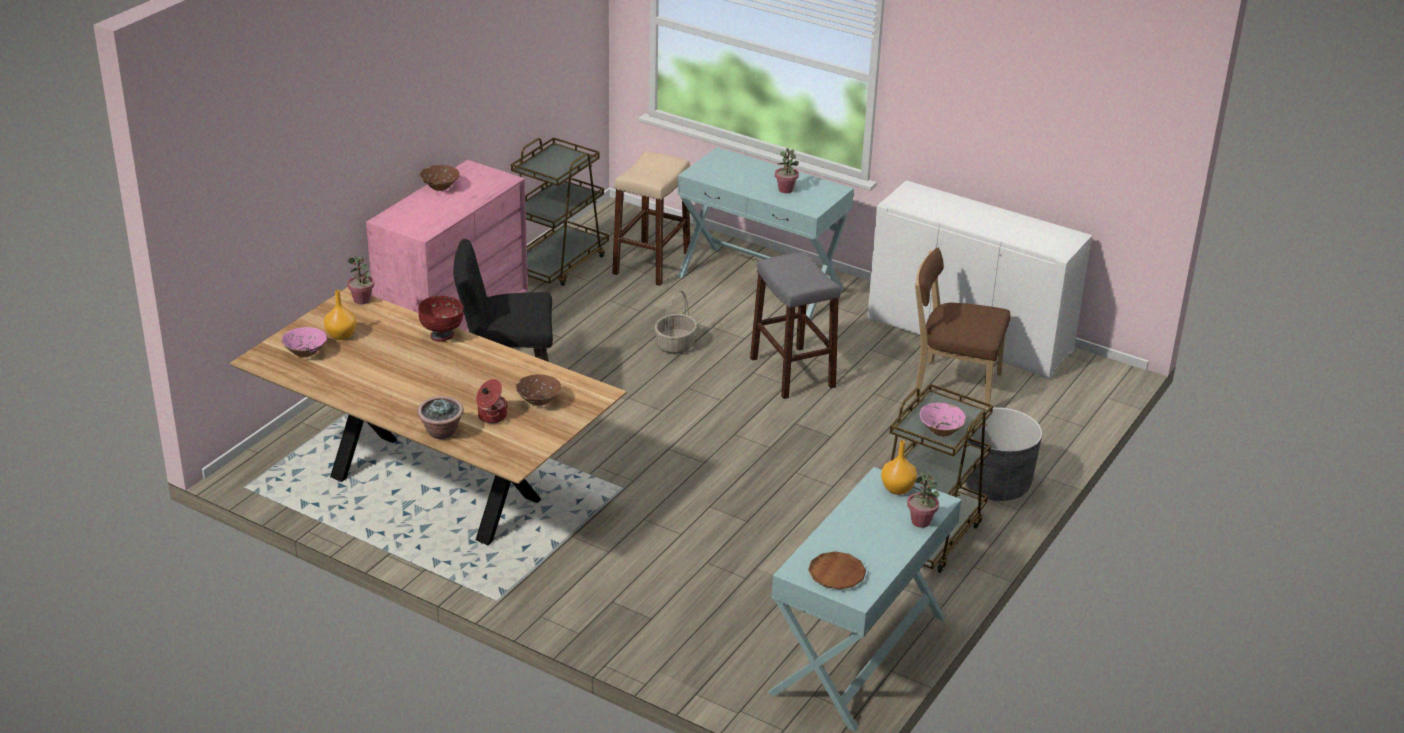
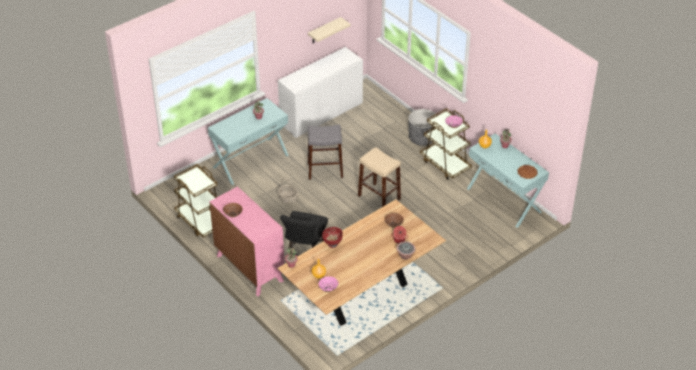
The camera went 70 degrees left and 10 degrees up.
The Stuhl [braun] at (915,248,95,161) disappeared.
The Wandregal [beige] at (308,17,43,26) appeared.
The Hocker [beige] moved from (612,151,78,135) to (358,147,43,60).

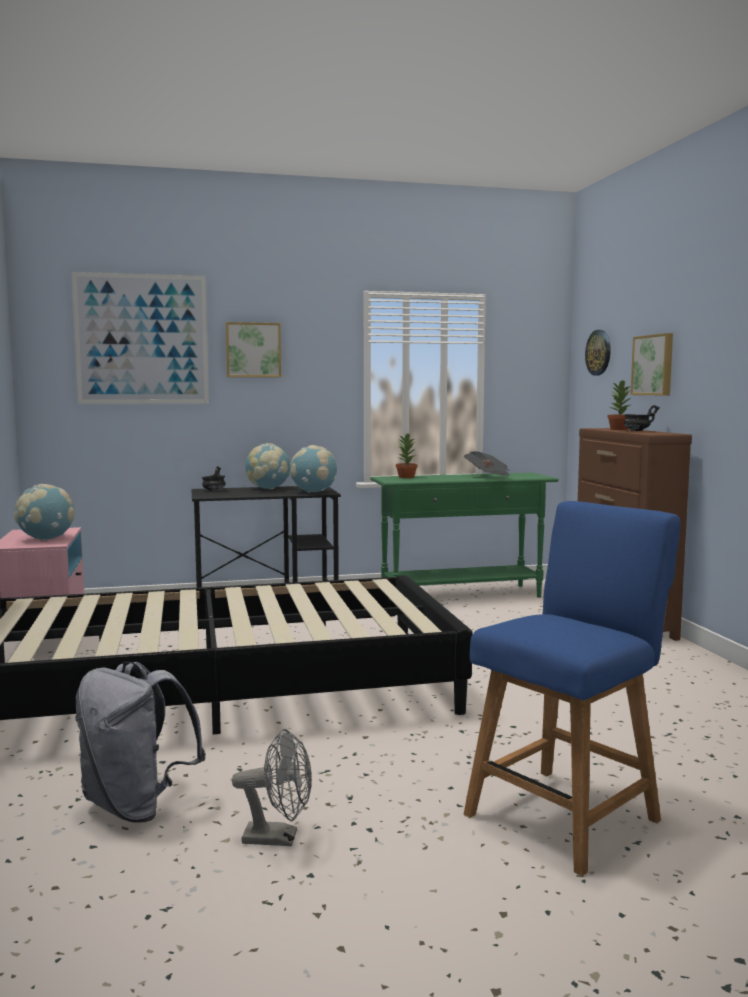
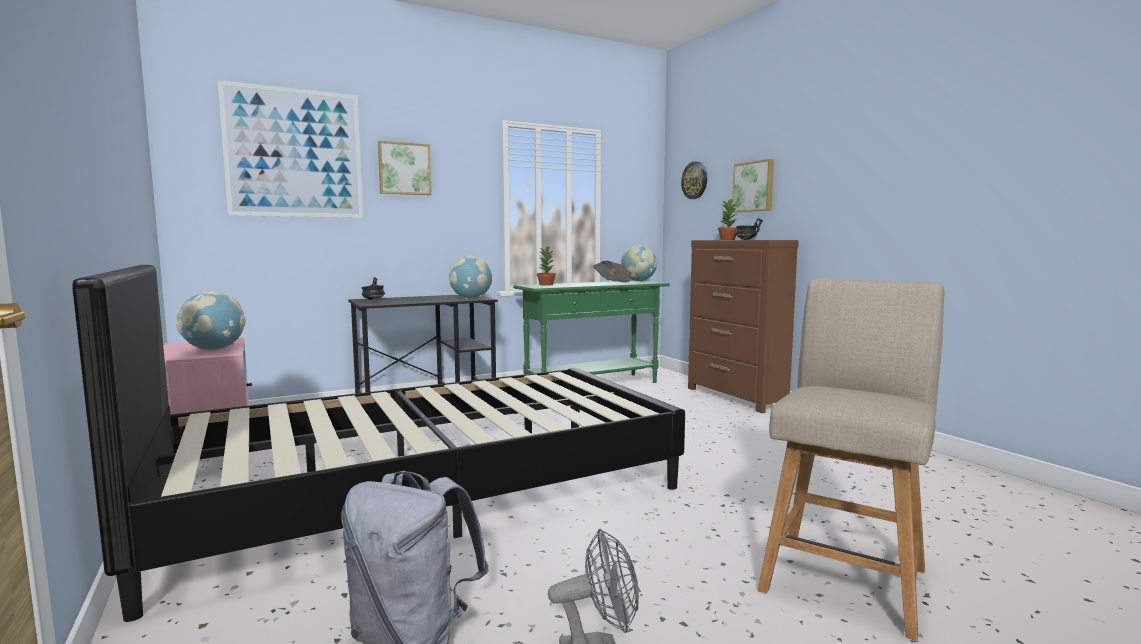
The camera went 15 degrees left and 0 degrees up.
The Globus moved from (245,443,45,46) to (621,245,36,36).
The Stuhl [blau] at (464,501,217,375) became the Stuhl [beige] at (758,279,187,362).

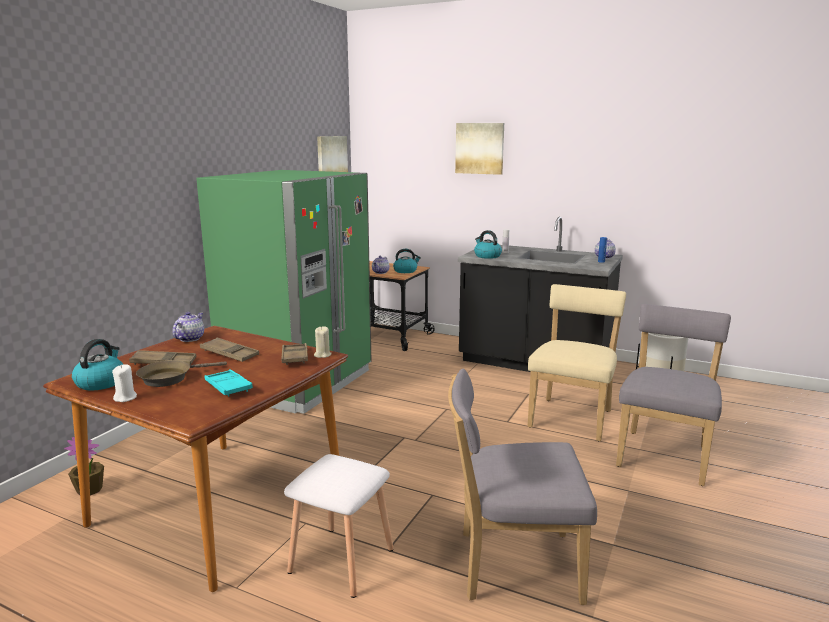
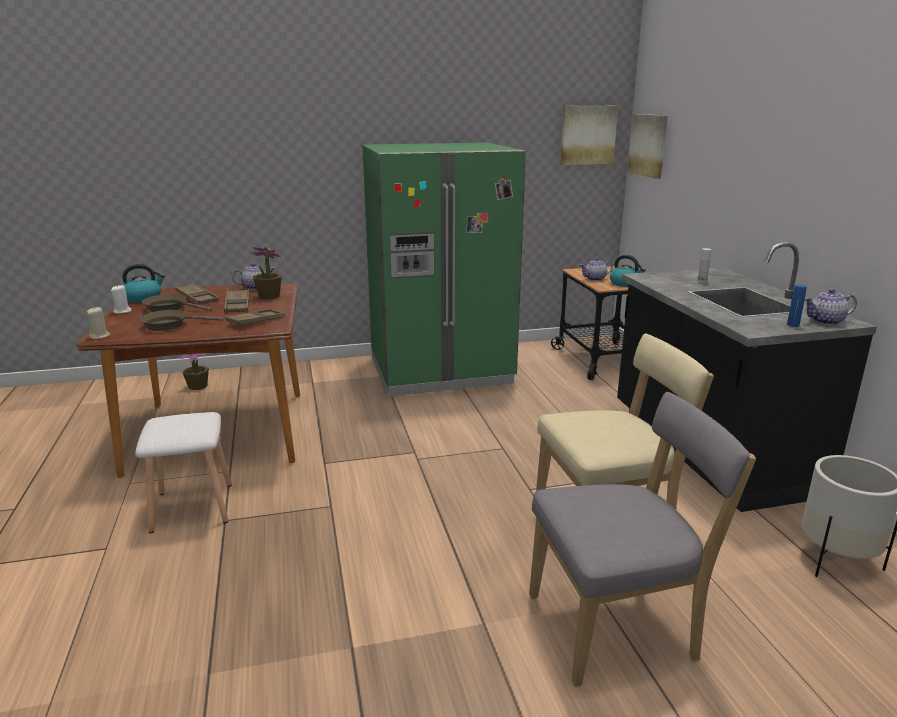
The camera went 50 degrees right and 5 degrees up.
The Stuhl [grau] at (448,369,149,236) disappeared.
The Wasserkessel at (474,230,28,29) disappeared.
The Topfpflanze at (251,247,31,53) appeared.
The Kerze [beige] moved from (314,326,17,32) to (87,307,23,32).
The Bild moved from (455,123,49,52) to (627,114,41,65).
The Tablett [türkis] at (205,369,48,27) was replaced by the Pfanne [braun] at (139,310,84,21).

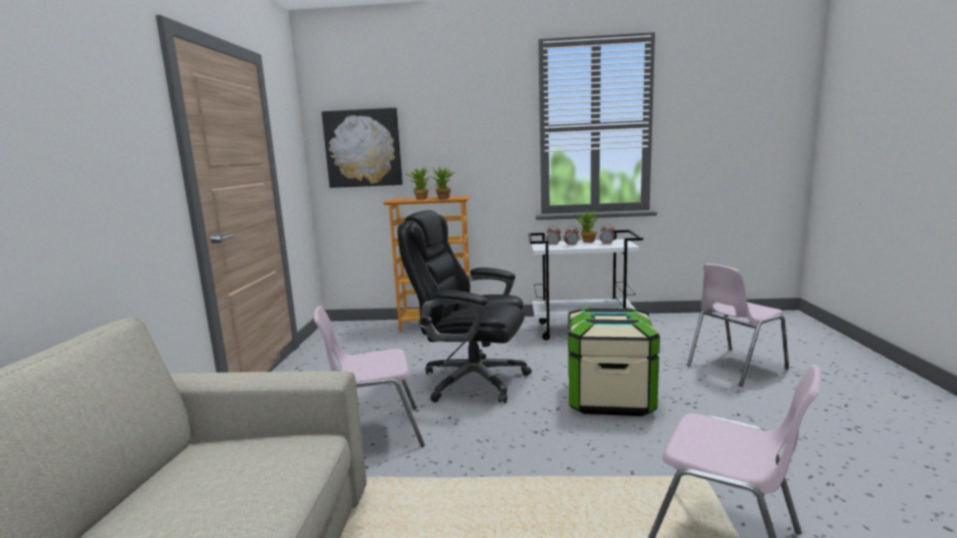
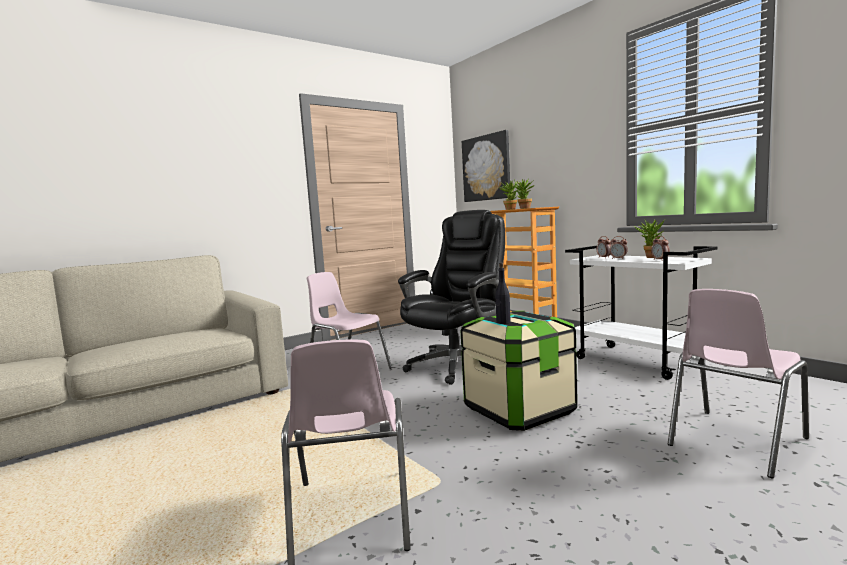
The camera went 50 degrees right and 5 degrees down.
The Flasche [schwarz] at (495,263,16,61) appeared.
The Bürostuhl [schwarz] at (397,210,135,193) turned 60 degrees clockwise.
The Stuhl [rosa] at (687,264,102,123) turned 60 degrees counterclockwise.

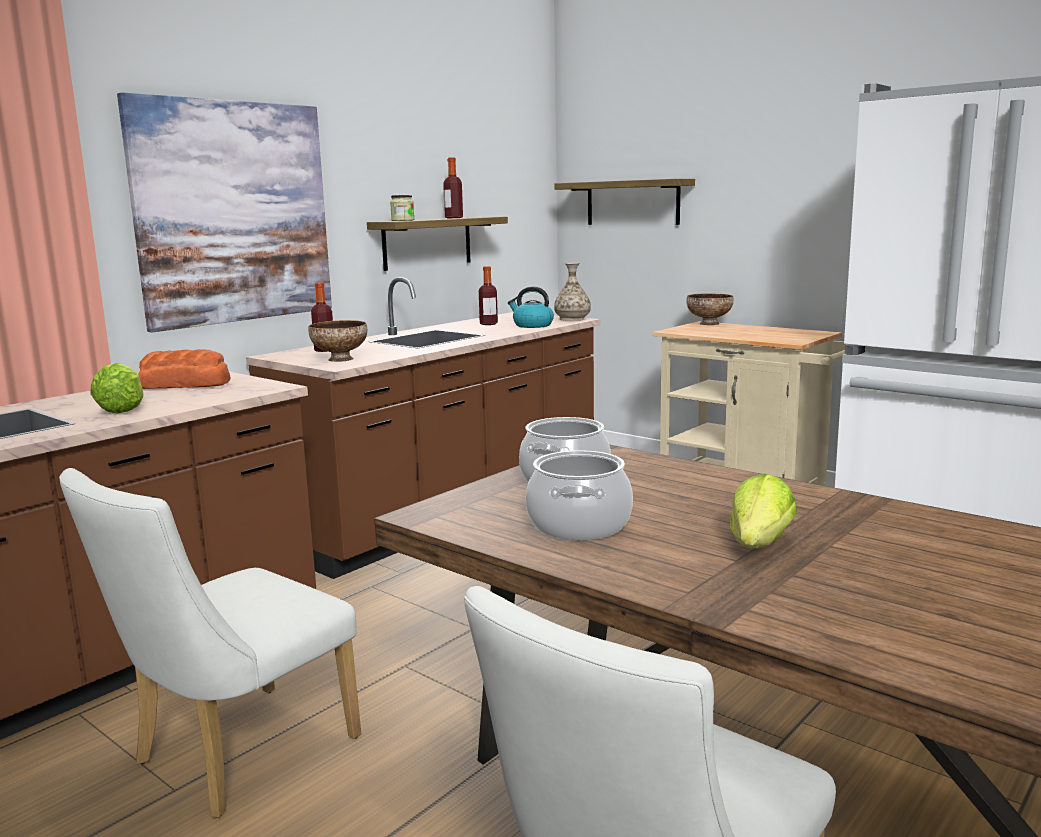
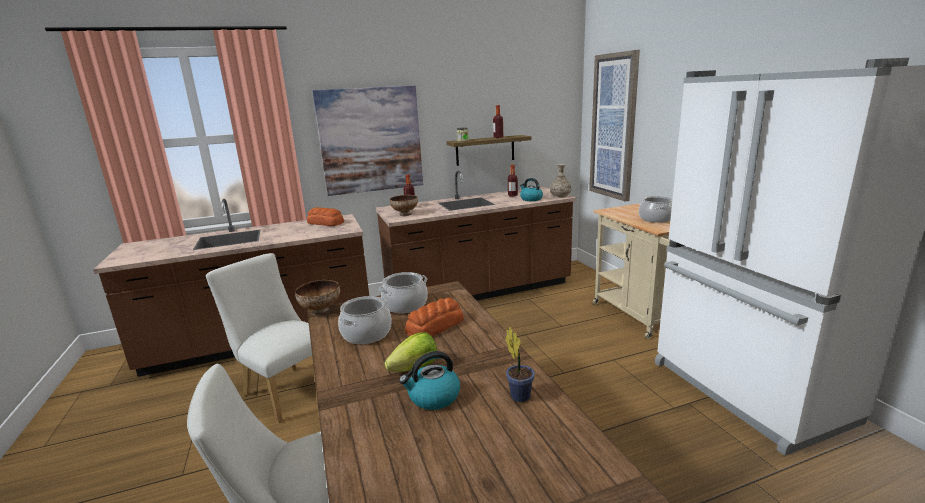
The camera went 30 degrees right and 5 degrees up.
The Salatkopf at (90,363,54,50) disappeared.
The Wasserkessel at (399,351,61,59) appeared.
The Brot at (405,298,59,39) appeared.
The Topfpflanze at (505,327,30,75) appeared.
The Kochtopf at (639,196,34,27) appeared.
The Schüssel moved from (686,293,47,32) to (295,280,45,36).
The Wandregal at (555,179,140,46) was replaced by the Bild at (589,50,51,152).
The Stuhl [weiß] at (59,468,302,350) turned 60 degrees clockwise.

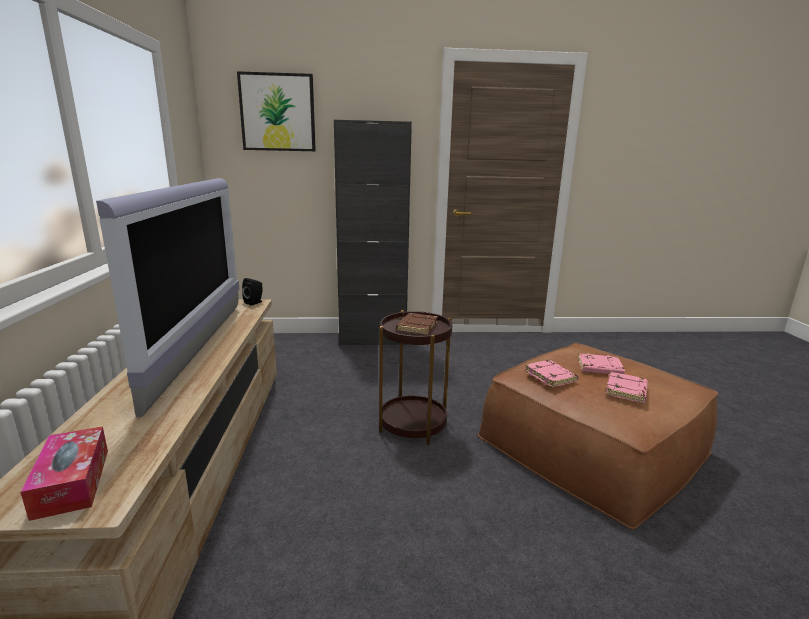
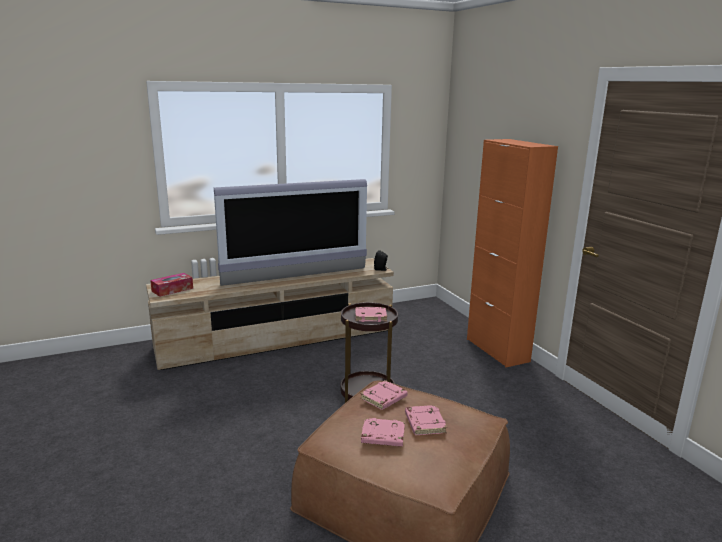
The camera went 70 degrees right and 0 degrees up.
The Bild at (237,71,79,80) disappeared.
The Schrank [schwarz] at (334,120,78,226) became the Schrank [orange] at (467,139,91,228).
The Buch [braun] at (396,313,42,22) became the Buch [rosa] at (355,307,32,15).

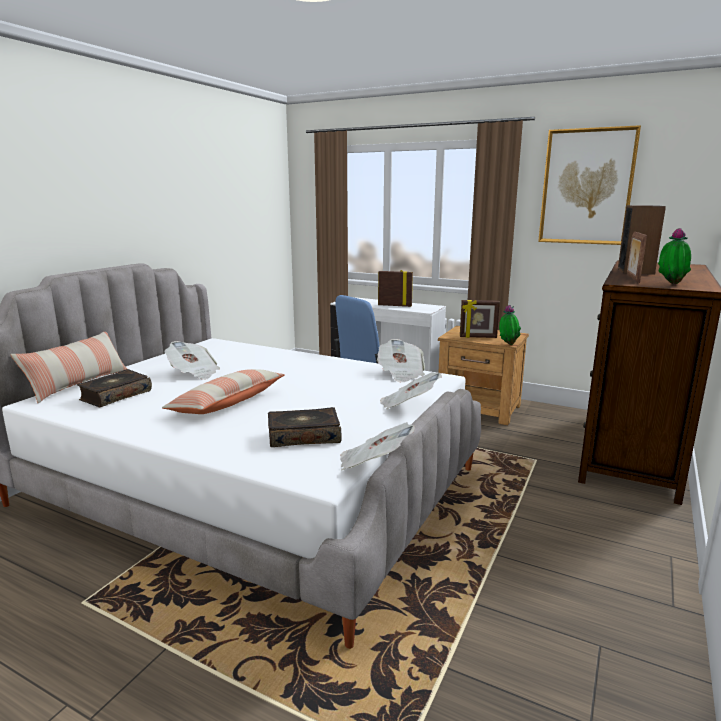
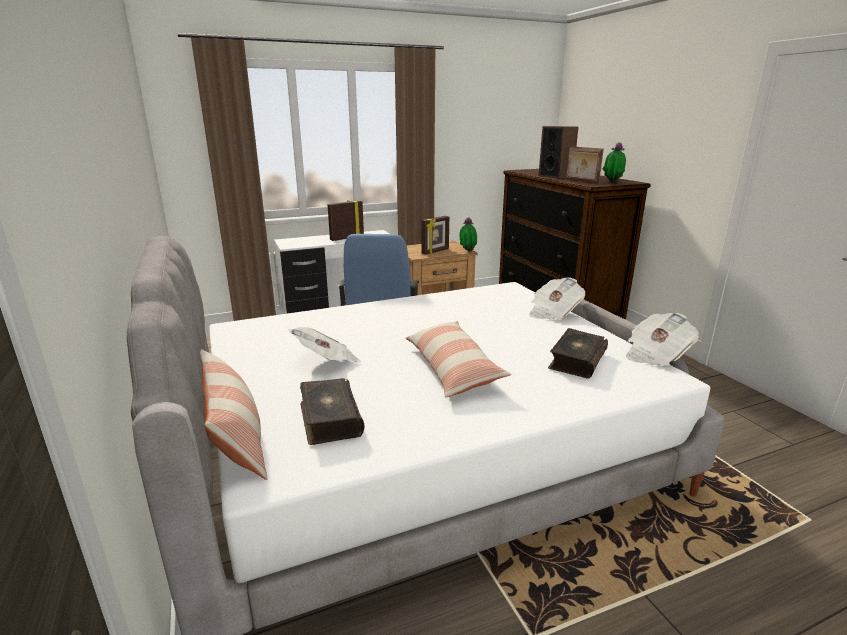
The camera went 50 degrees left and 5 degrees up.
The Zeitung at (377,339,48,43) disappeared.
The Bild at (538,125,103,120) disappeared.

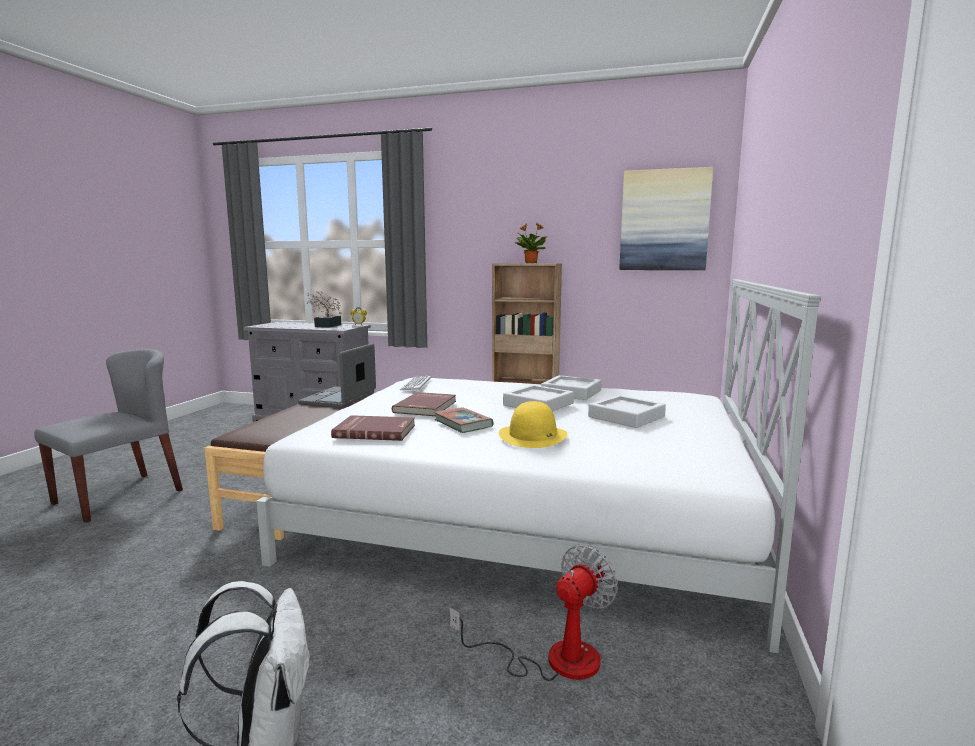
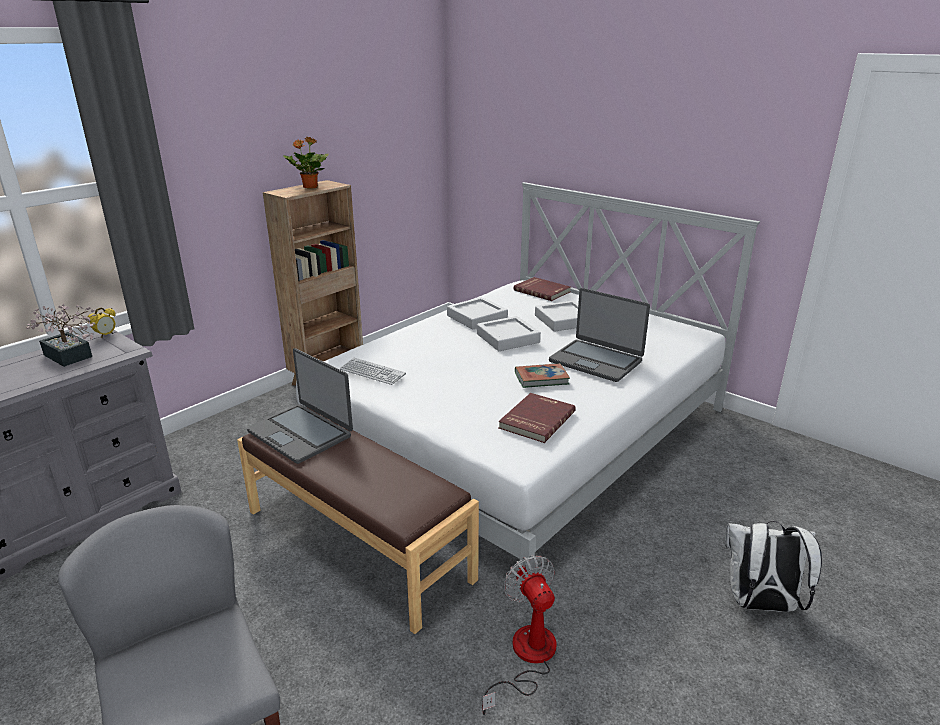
The camera went 65 degrees left and 15 degrees up.
The Bild at (619,167,94,103) disappeared.
The Buch [rot] moved from (392,392,64,24) to (514,277,57,24).
The Ventilator moved from (450,545,168,136) to (482,555,75,160).
The Hut [gelb] at (499,401,68,47) was replaced by the Laptop at (549,288,101,94).

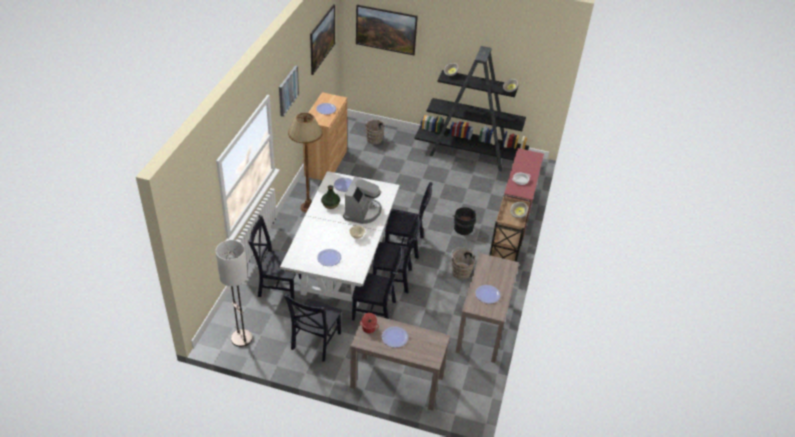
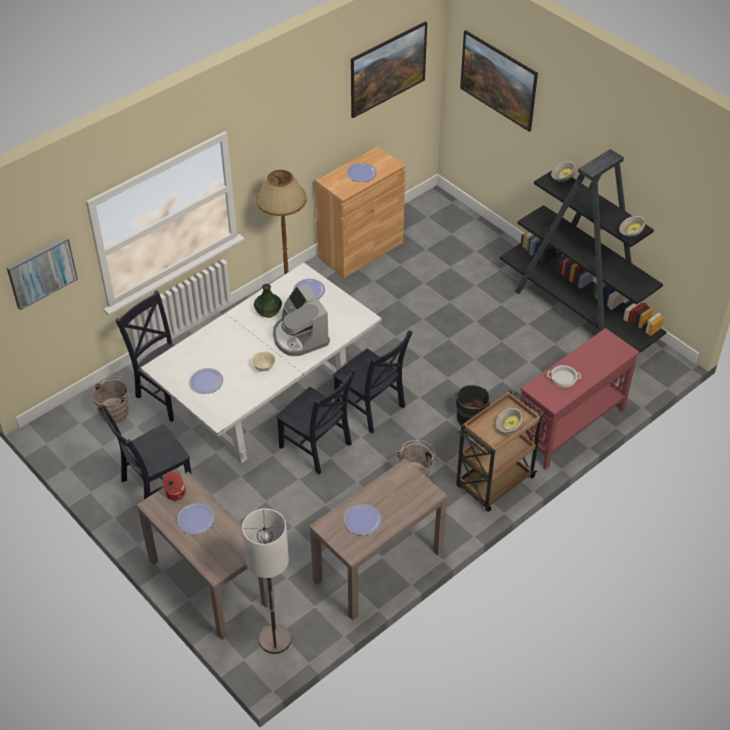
The camera went 35 degrees right and 5 degrees up.
The Stuhl [schwarz] at (352,246,52,74) disappeared.
The Stehlampe moved from (215,240,38,107) to (242,508,50,146).
The Bild moved from (279,66,20,51) to (7,237,71,73).
The Eimer [braun] moved from (365,118,20,27) to (92,376,39,47).
The Kaffeemaschine at (343,176,39,48) turned 105 degrees clockwise.

